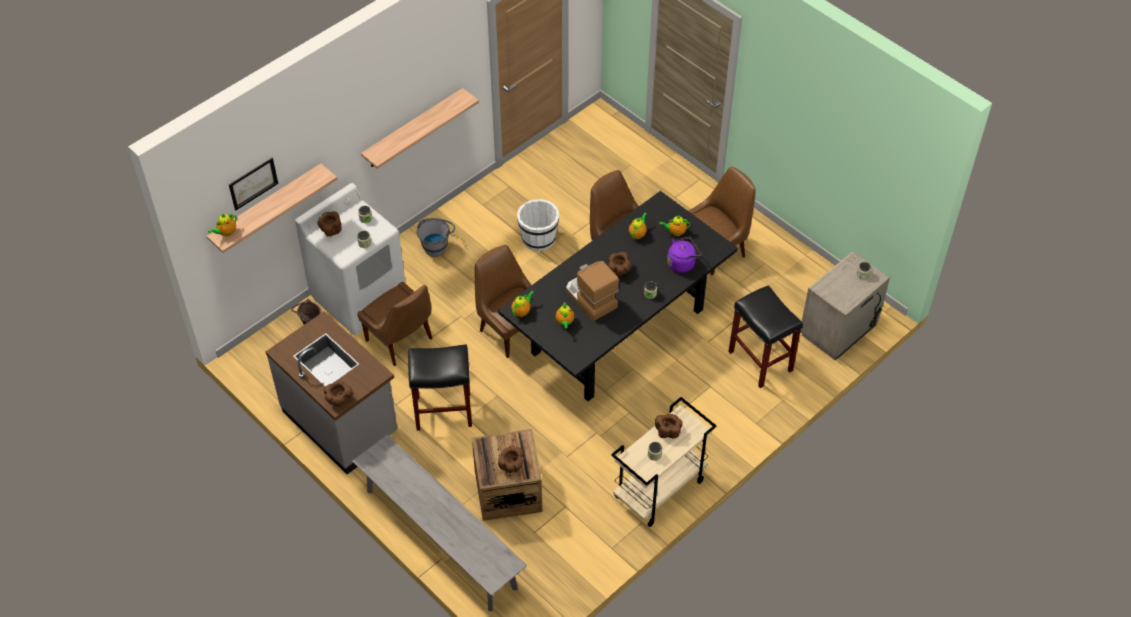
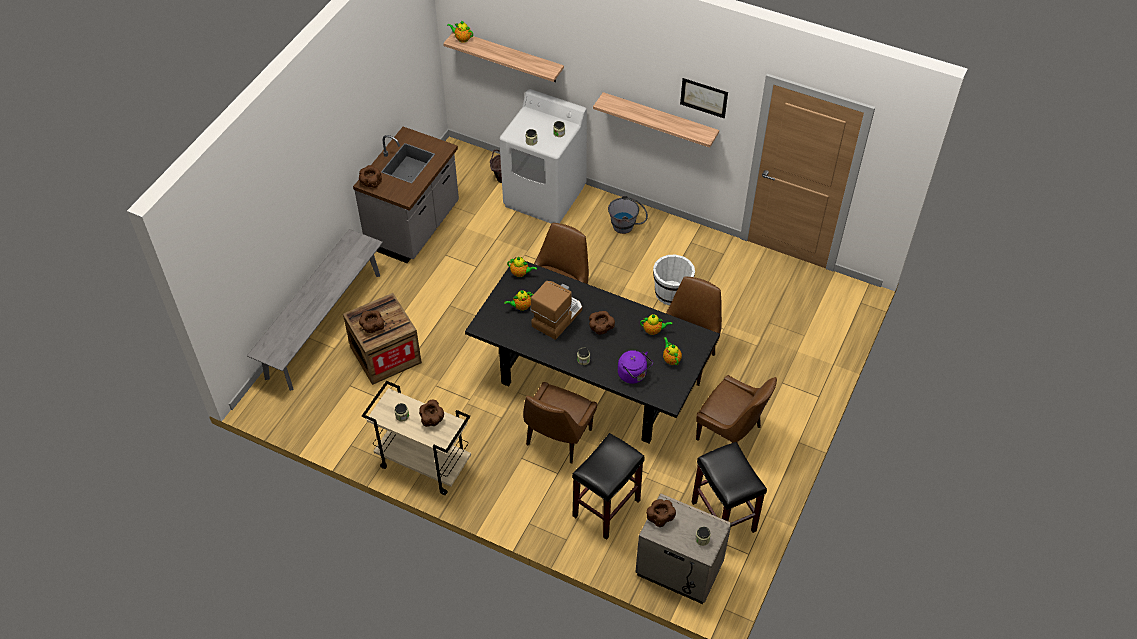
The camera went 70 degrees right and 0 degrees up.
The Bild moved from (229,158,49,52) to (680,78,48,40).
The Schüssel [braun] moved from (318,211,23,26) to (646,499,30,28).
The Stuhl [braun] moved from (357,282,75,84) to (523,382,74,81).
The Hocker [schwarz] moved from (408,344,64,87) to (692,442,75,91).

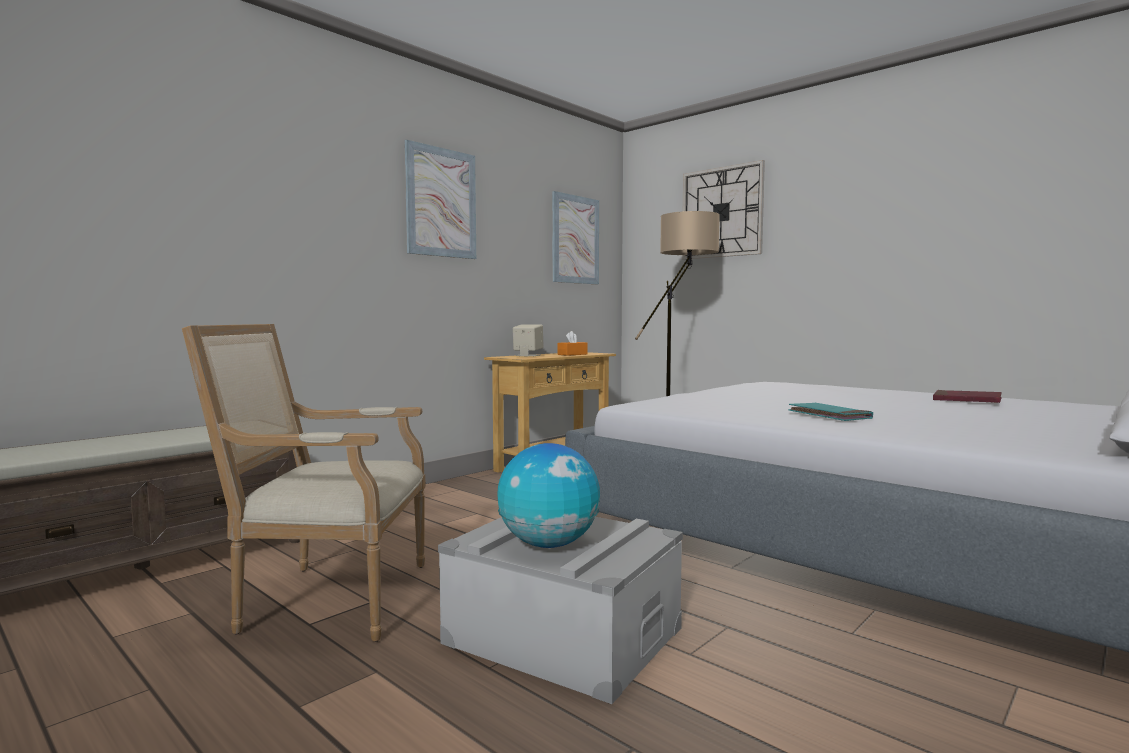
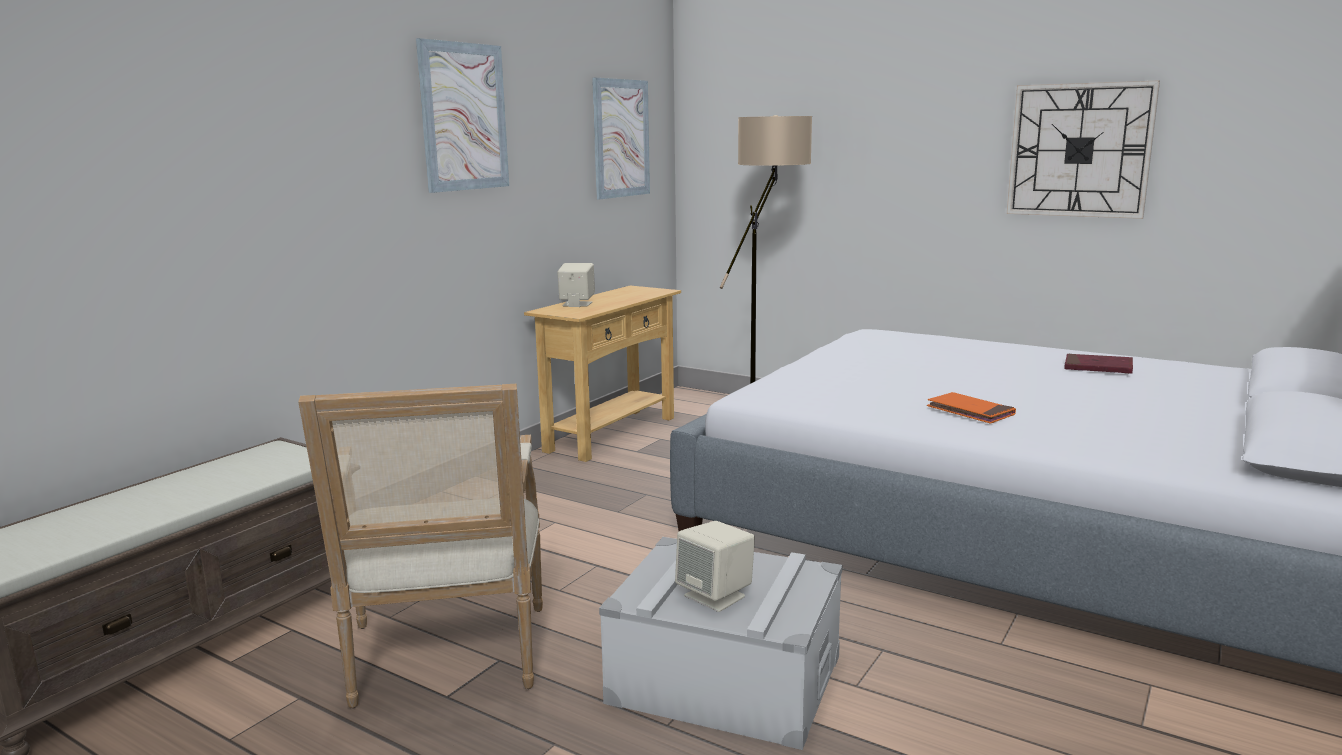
The camera went 10 degrees left and 10 degrees up.
The Taschentuchbox [orange] at (558,331,30,25) disappeared.
The Wanduhr moved from (682,160,83,100) to (1007,80,153,139).
The Globus at (497,443,103,105) was replaced by the Lautsprecher [beige] at (675,521,80,91).
The Buch [türkis] at (788,403,85,18) became the Buch [orange] at (927,392,89,32).
The Sessel at (182,324,244,318) turned 90 degrees counterclockwise.

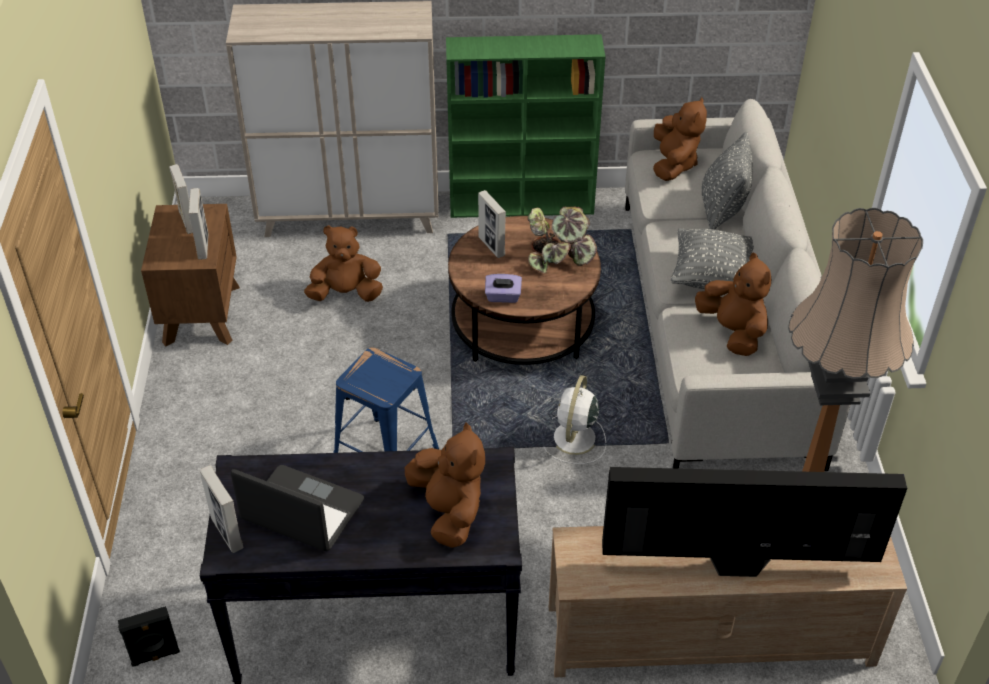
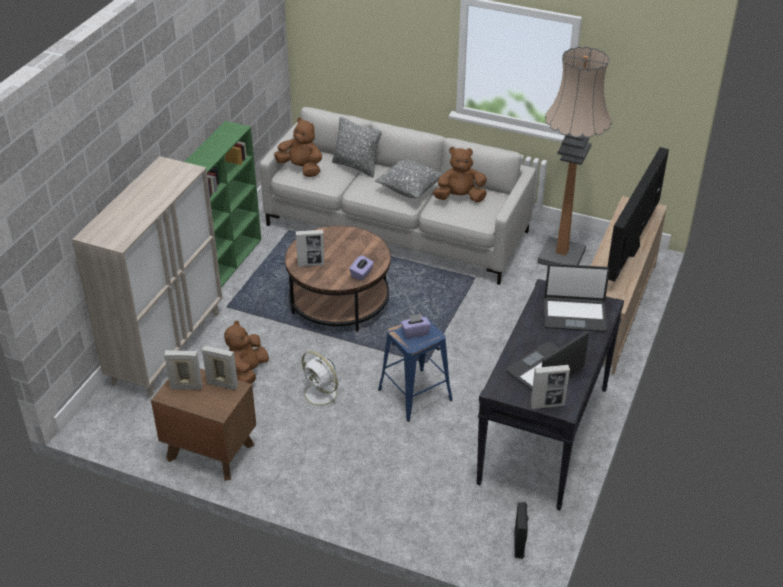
The camera went 65 degrees left and 5 degrees down.
The Topfpflanze at (528,206,69,67) disappeared.
The Taschentuchbox [lila] at (401,314,30,24) appeared.
The Ventilator [weiß] moved from (544,375,62,89) to (297,351,49,60).
The Plüschtier [braun] at (405,422,80,126) was replaced by the Laptop at (544,264,66,68).

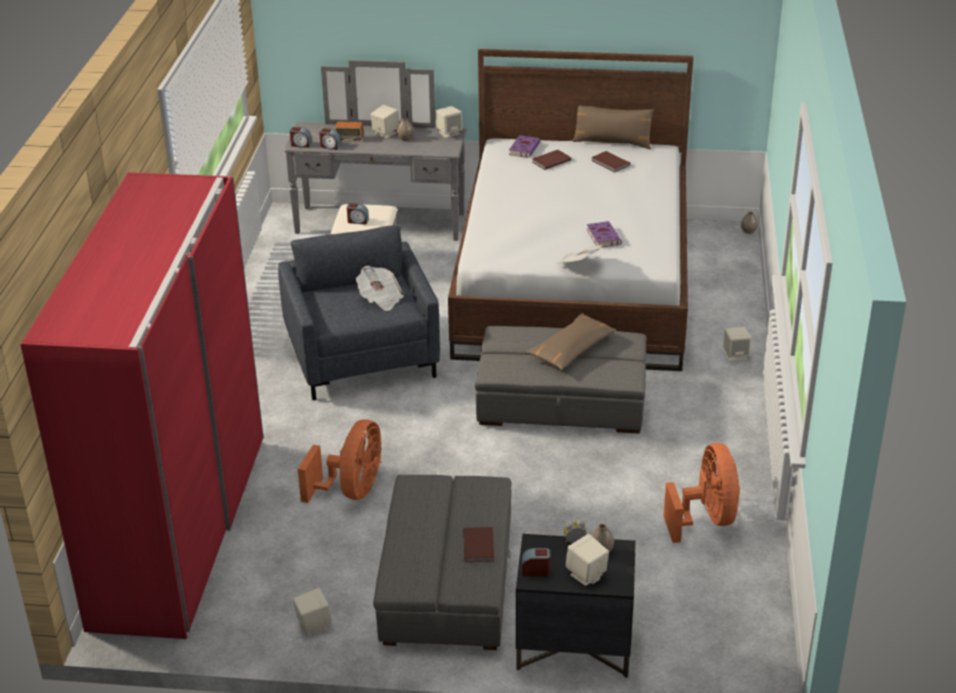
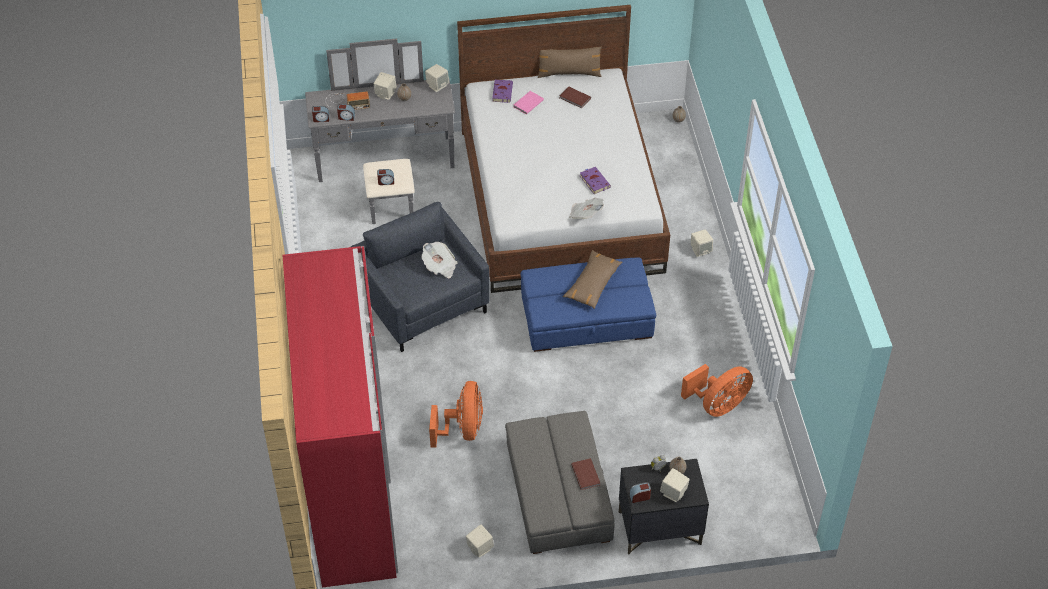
The camera went 15 degrees left and 15 degrees up.
The Polsterhocker [grau] at (475,326,172,108) became the Polsterhocker [blau] at (521,257,135,95).
The Buch [braun] at (532,150,39,20) became the Buch [rosa] at (514,91,30,23).
The Ventilator [orange] at (663,443,77,100) turned 75 degrees clockwise.

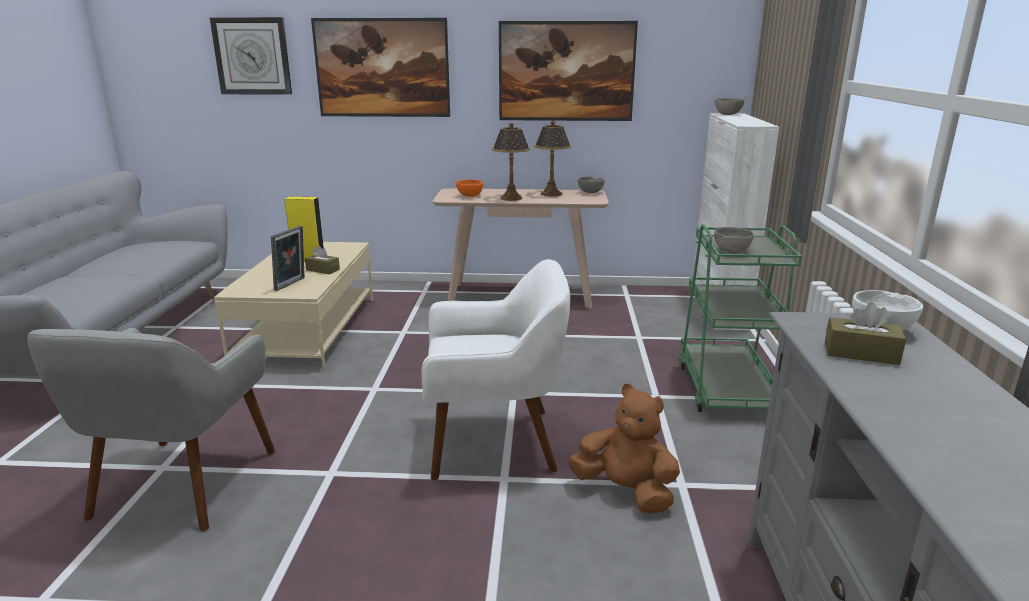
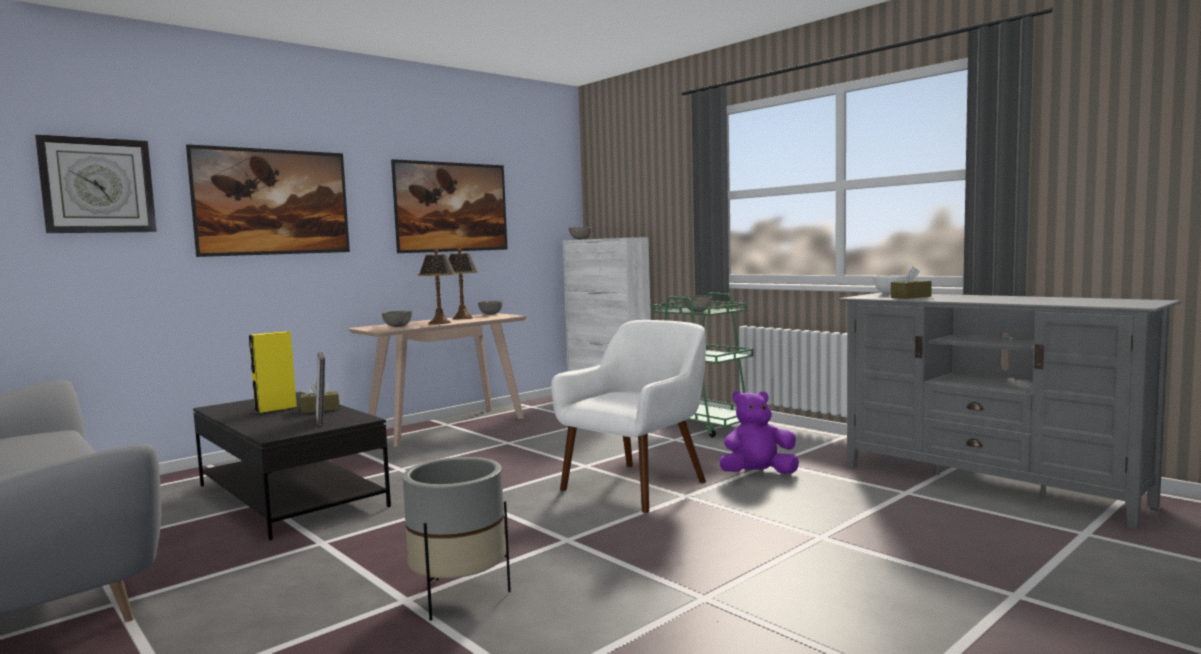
The camera went 45 degrees left and 15 degrees down.
The Sessel [grau] at (28,328,247,203) was replaced by the Pflanzkübel [grau] at (403,457,108,164).
The Couchtisch [beige] at (214,242,159,128) became the Couchtisch [schwarz] at (193,392,198,148).
The Schüssel [orange] at (456,180,27,17) became the Schüssel [grau] at (382,311,30,16).
The Plüschtier [braun] at (568,384,112,130) became the Plüschtier [lila] at (719,391,80,83).

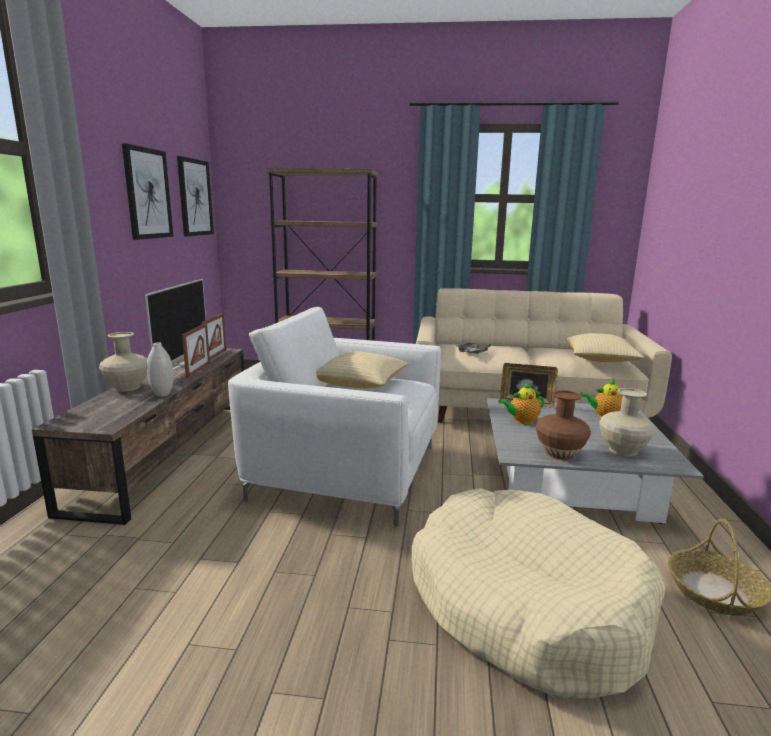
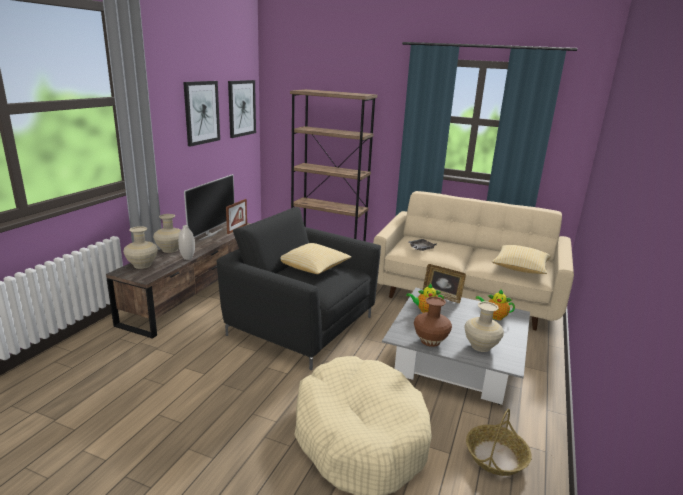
The camera went 15 degrees right and 5 degrees up.
The Bilderrahmen at (182,323,28,55) disappeared.
The Vase [beige] at (123,226,35,43) appeared.
The Sessel [weiß] at (228,307,213,220) became the Sessel [schwarz] at (217,207,164,163).

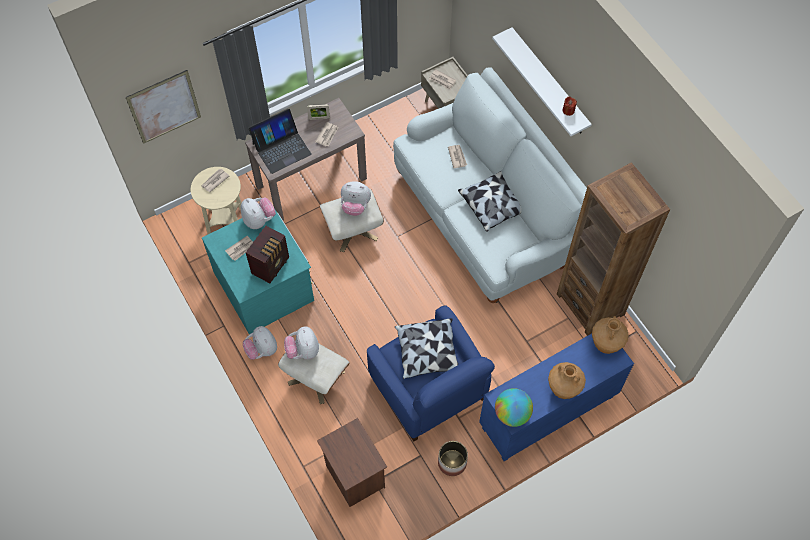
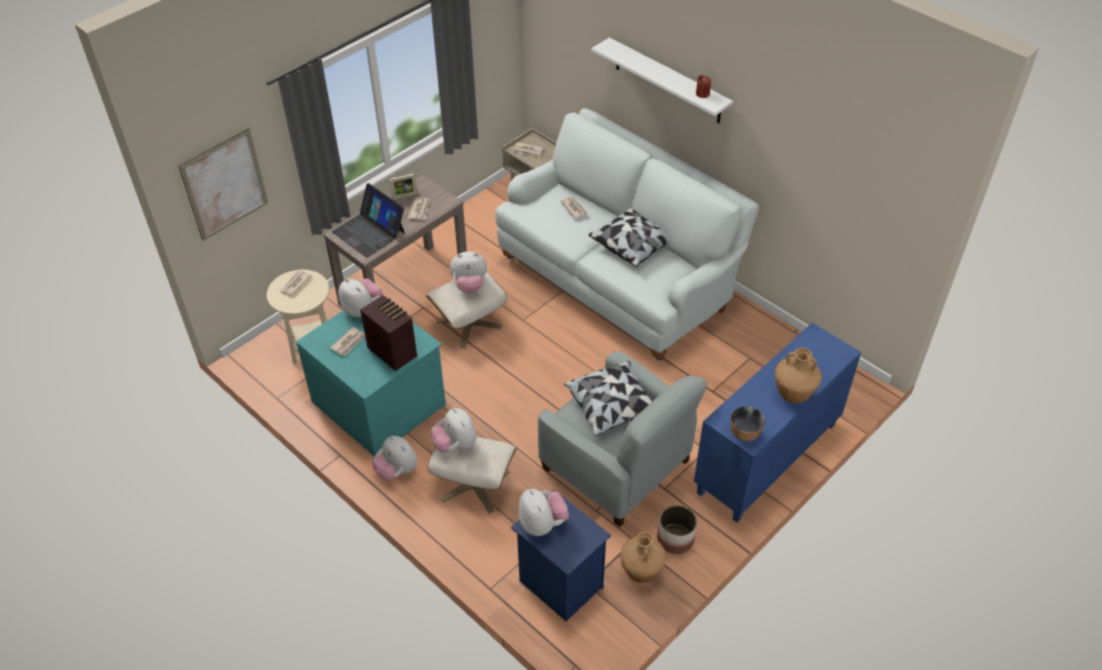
The camera went 15 degrees left and 15 degrees down.
The Bücherregal [braun] at (557,162,113,174) disappeared.
The Plüschtier at (519,489,50,47) appeared.
The Vase [braun] moved from (592,316,37,38) to (620,531,46,52).
The Globus at (495,388,38,39) was replaced by the Schüssel at (730,406,35,35).
The Nachttisch [braun] at (317,418,70,89) became the Nachttisch [blau] at (511,490,100,131).
The Sessel [blau] at (367,305,128,137) became the Sessel [grau] at (538,351,169,176).
The Radio at (246,226,43,57) turned 60 degrees counterclockwise.
The Laptop at (248,108,64,66) turned 90 degrees clockwise.

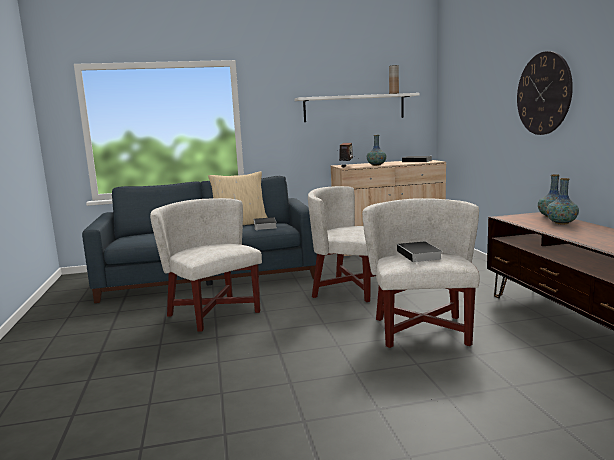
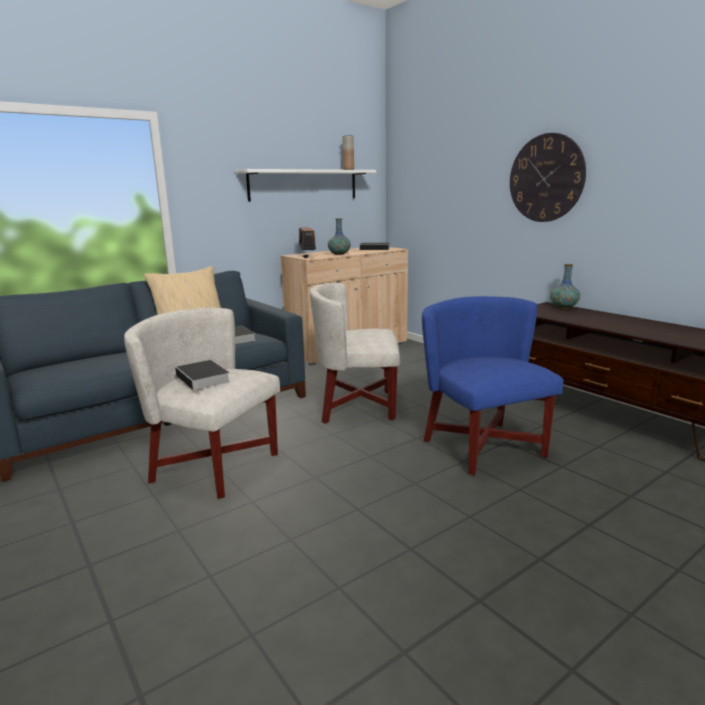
The camera went 25 degrees left and 5 degrees up.
The Vase at (546,178,33,46) disappeared.
The Buch moved from (397,241,45,23) to (175,360,55,33).
The Sessel [weiß] at (362,198,118,150) became the Sessel [blau] at (422,296,142,179).

